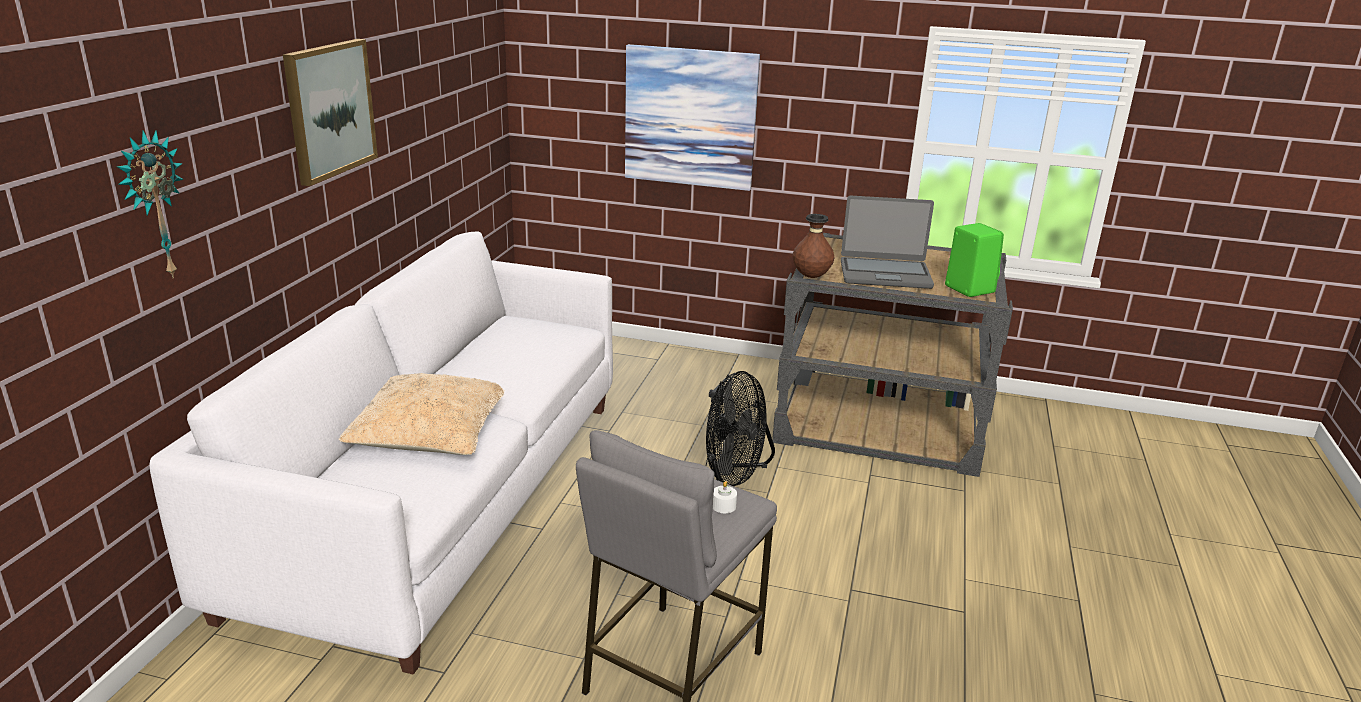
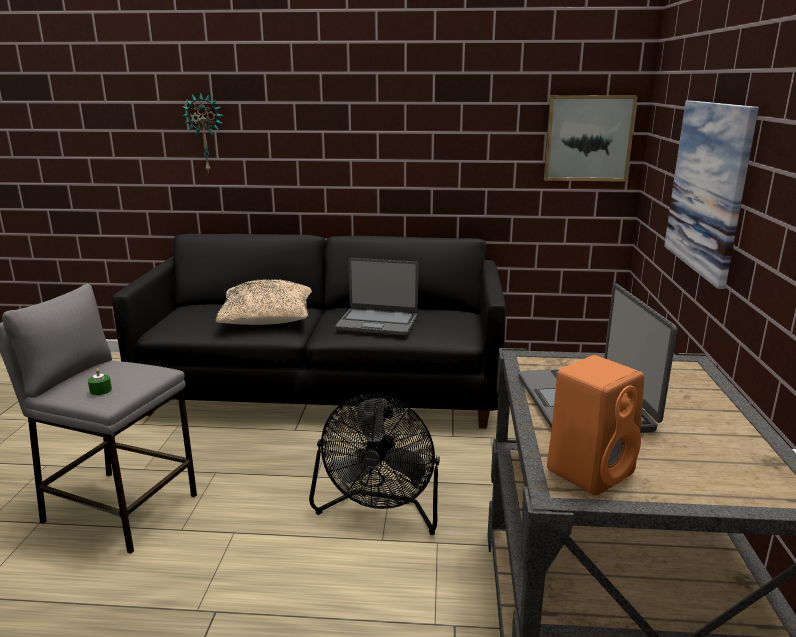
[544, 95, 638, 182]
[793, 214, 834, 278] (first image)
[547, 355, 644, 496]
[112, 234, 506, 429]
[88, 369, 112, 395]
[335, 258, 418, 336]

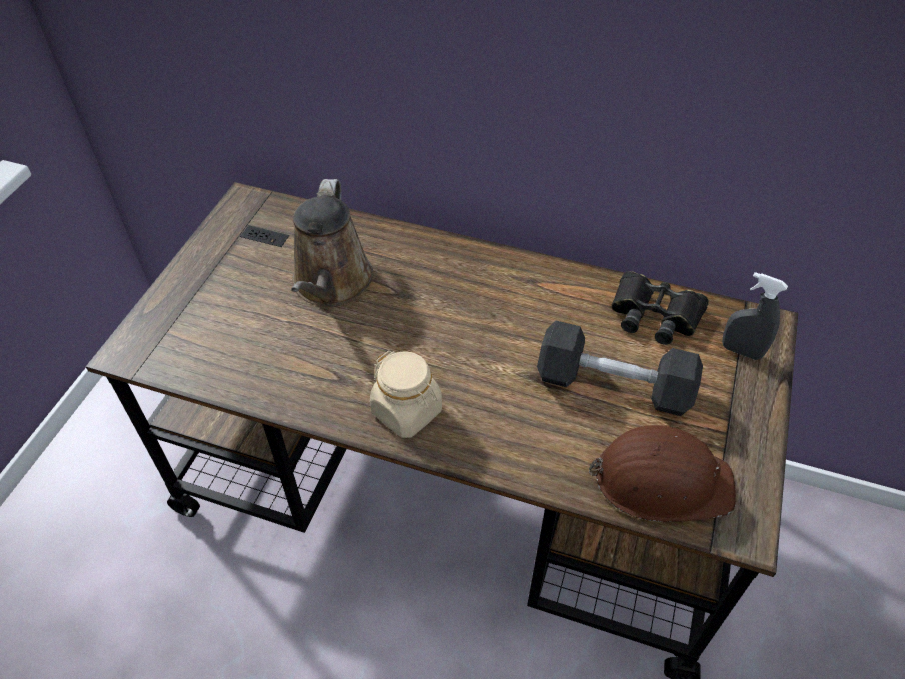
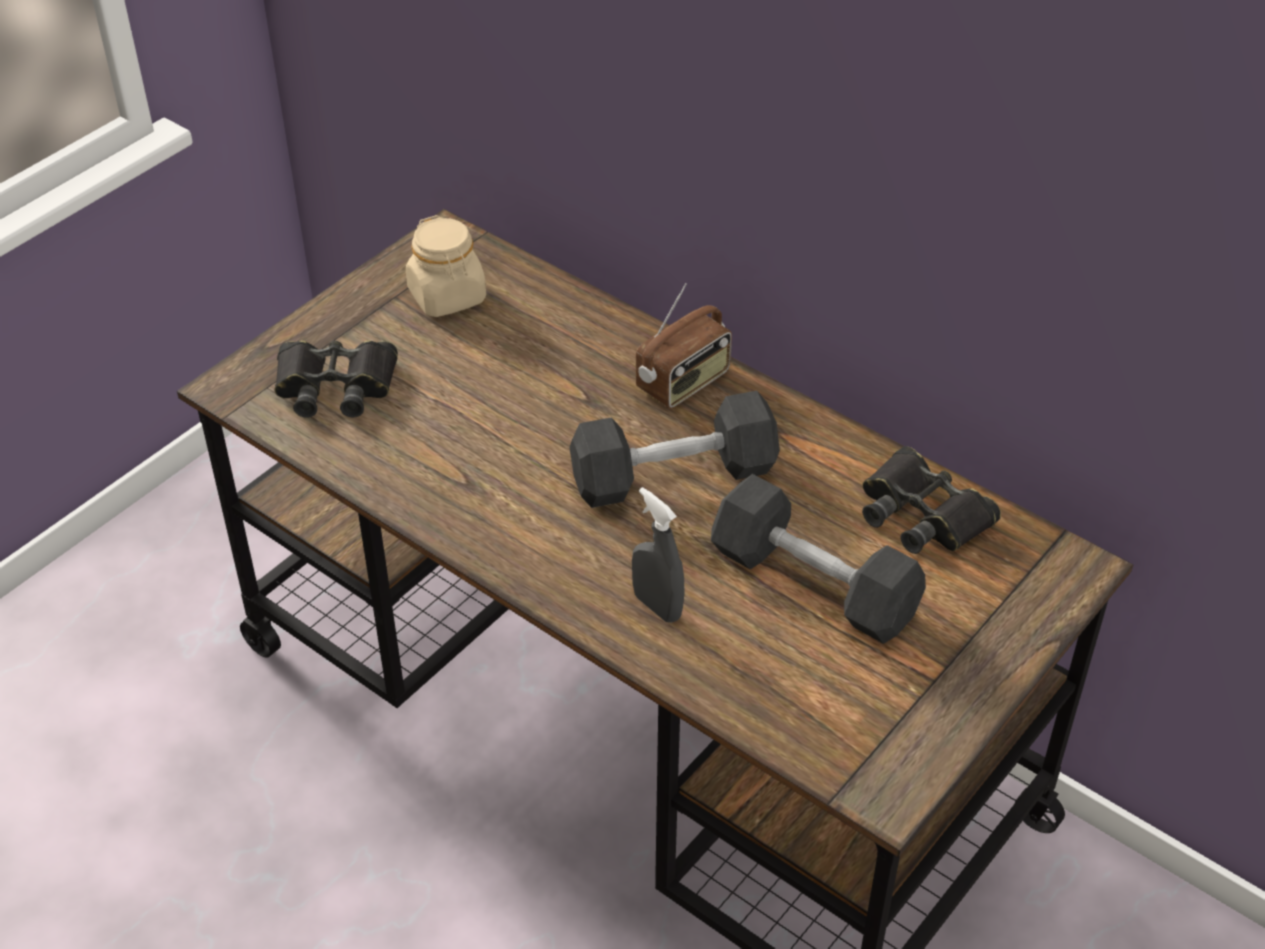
[291, 179, 373, 306] (first image)
[632, 487, 684, 623]
[406, 215, 486, 317]
[588, 425, 736, 522] (first image)
[636, 283, 732, 408]
[275, 340, 398, 418]
[570, 391, 780, 508]

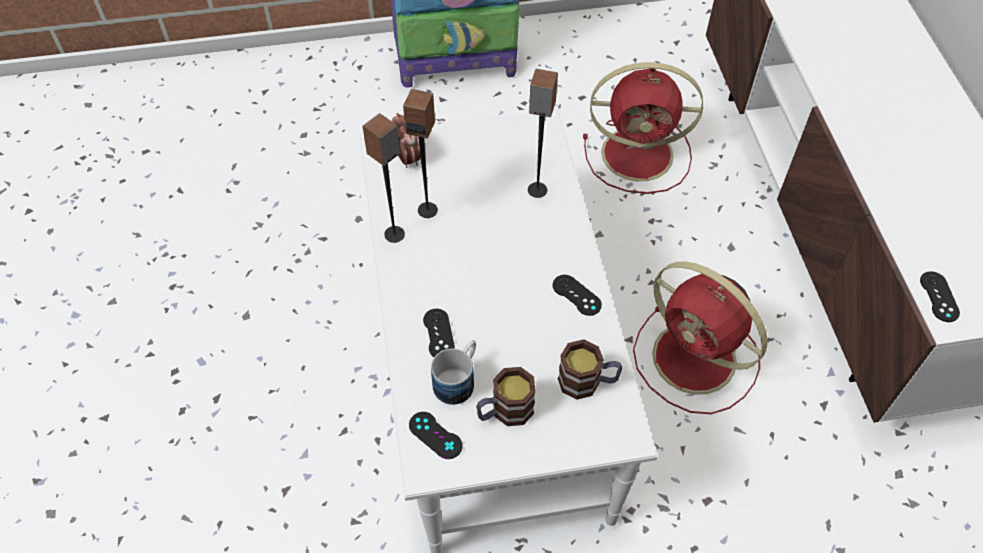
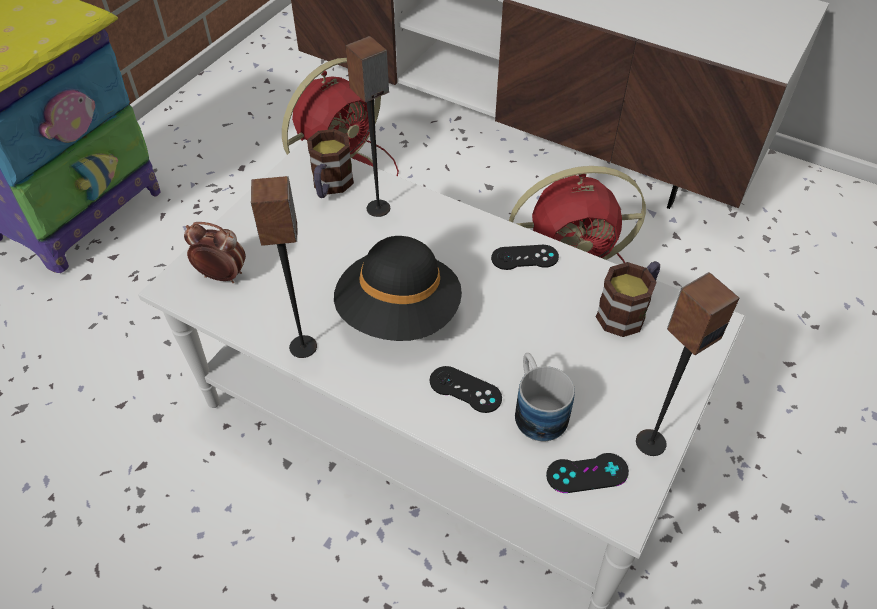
[636, 272, 739, 456]
[920, 271, 960, 322] (first image)
[307, 129, 354, 198]
[334, 236, 462, 341]

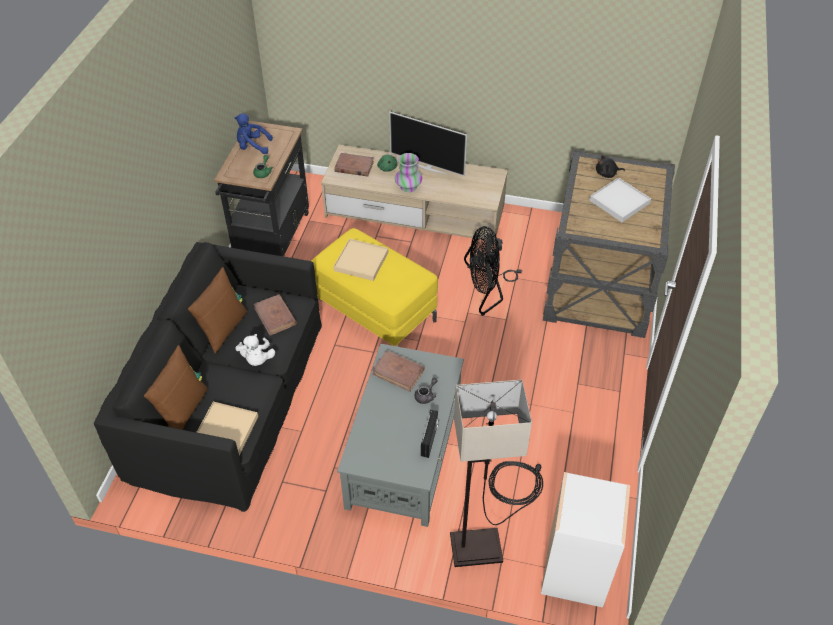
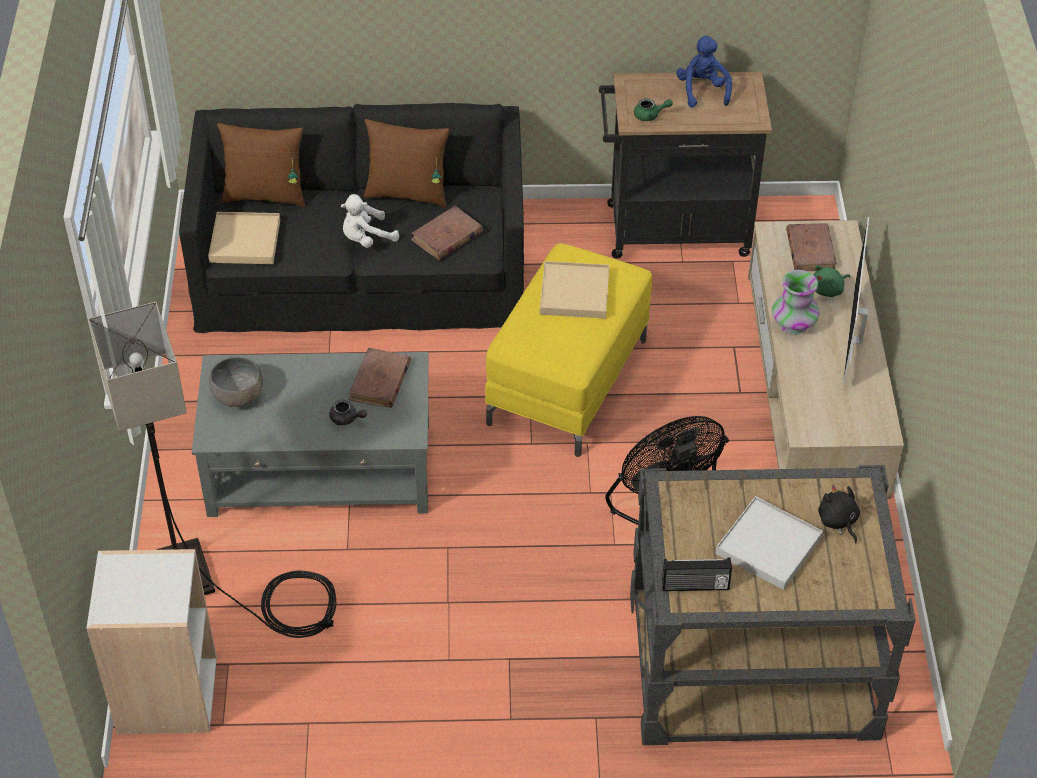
[662, 558, 732, 591]
[209, 356, 263, 407]

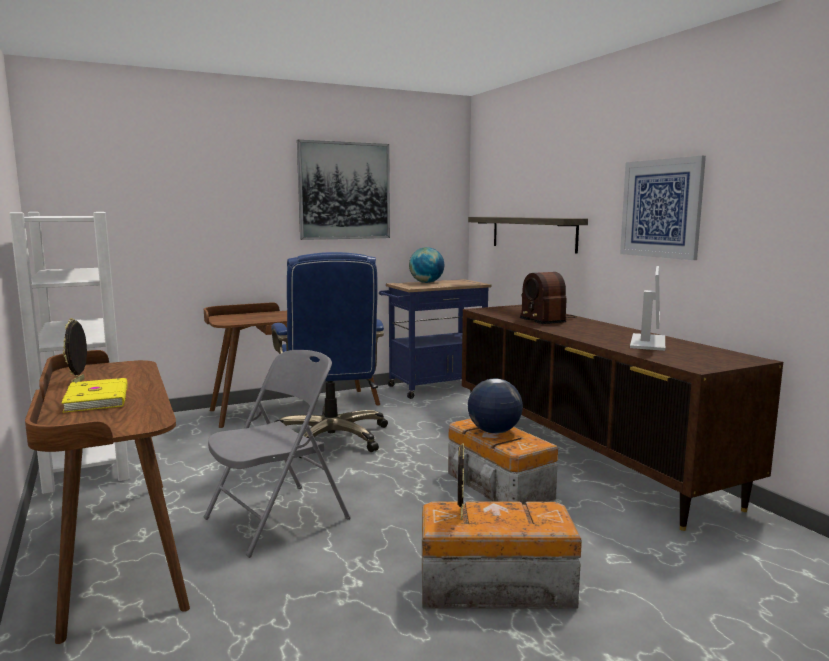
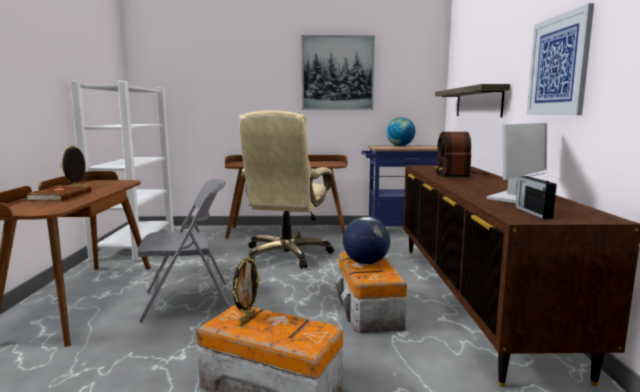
[239, 110, 334, 269]
[25, 185, 92, 201]
[516, 173, 557, 219]

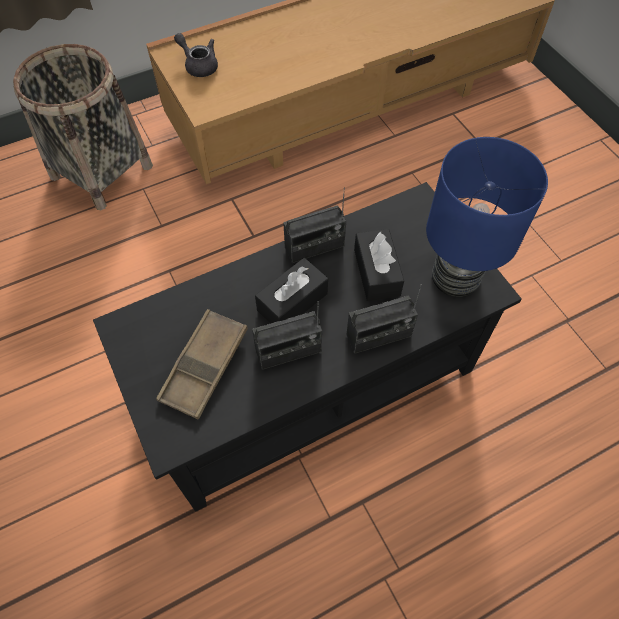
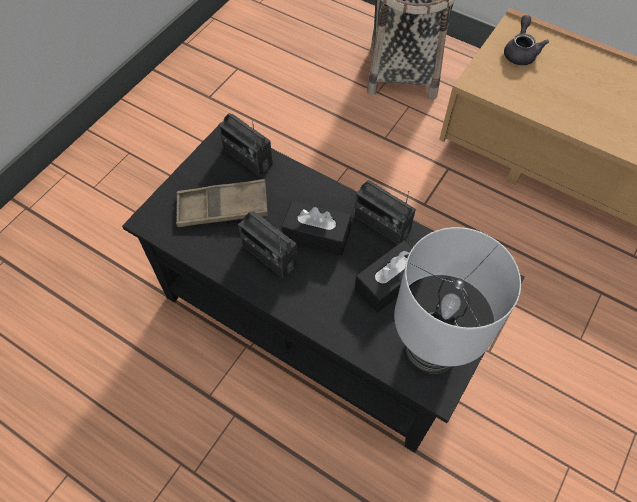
[394, 227, 521, 374]
[218, 113, 273, 176]

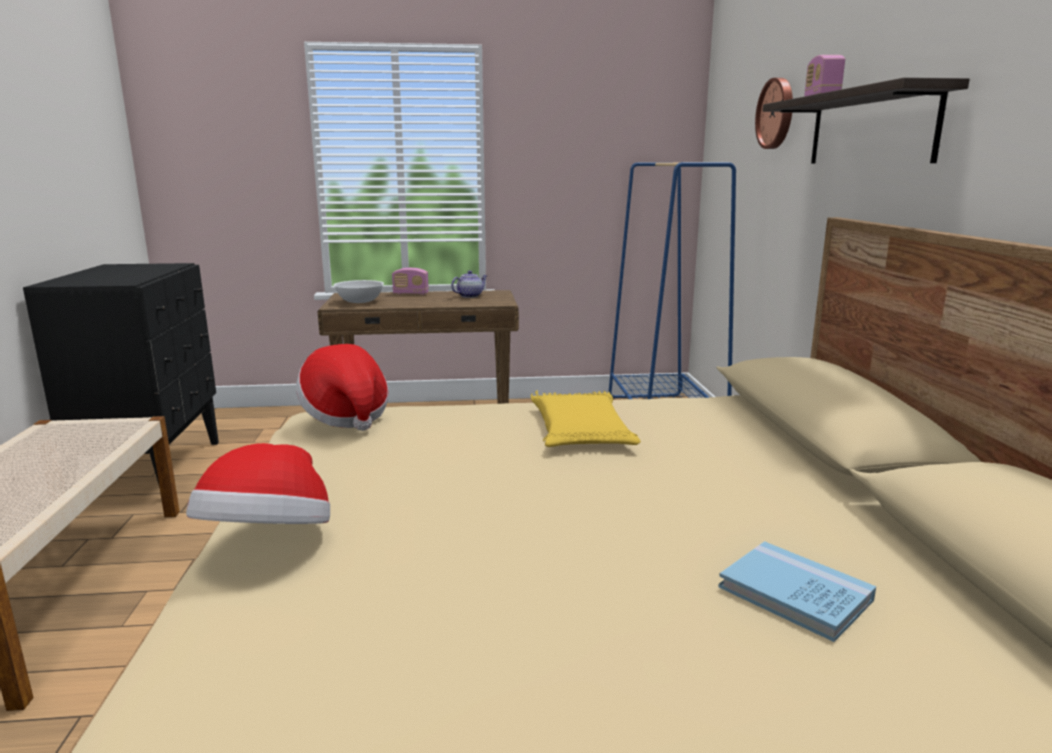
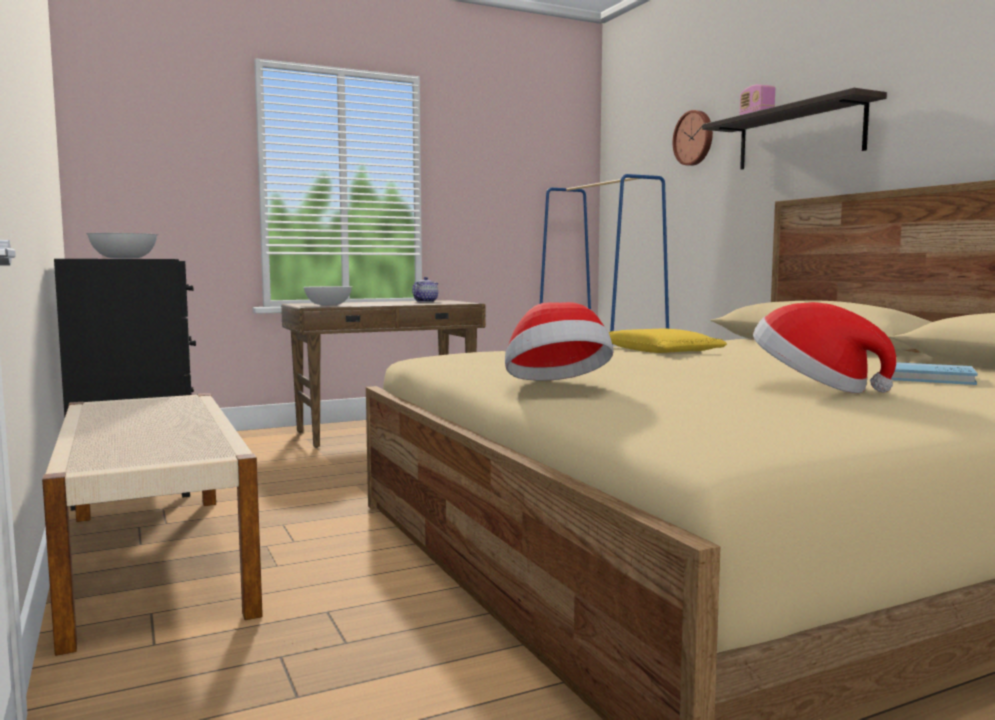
[392, 268, 429, 295] (first image)
[753, 302, 896, 393]
[86, 233, 158, 259]

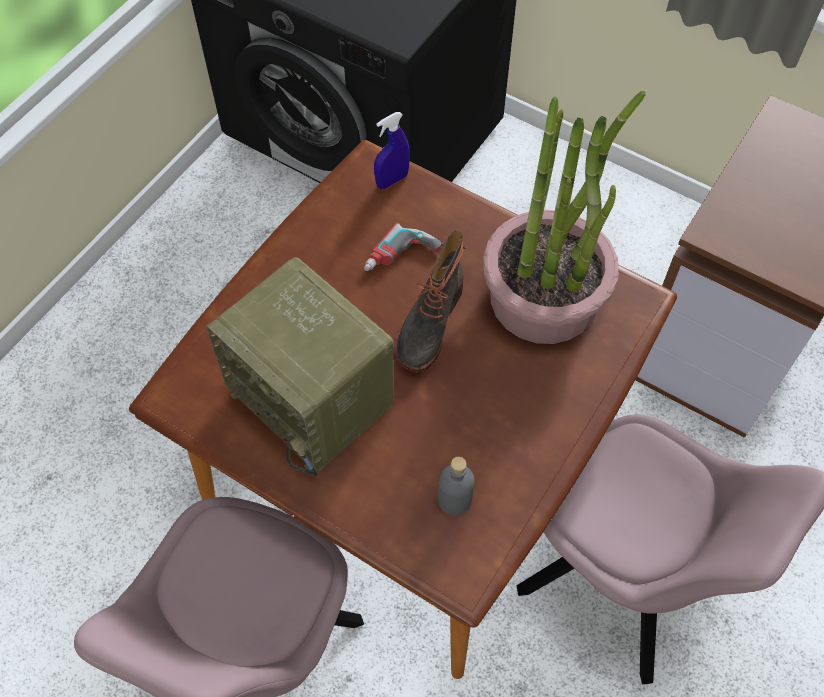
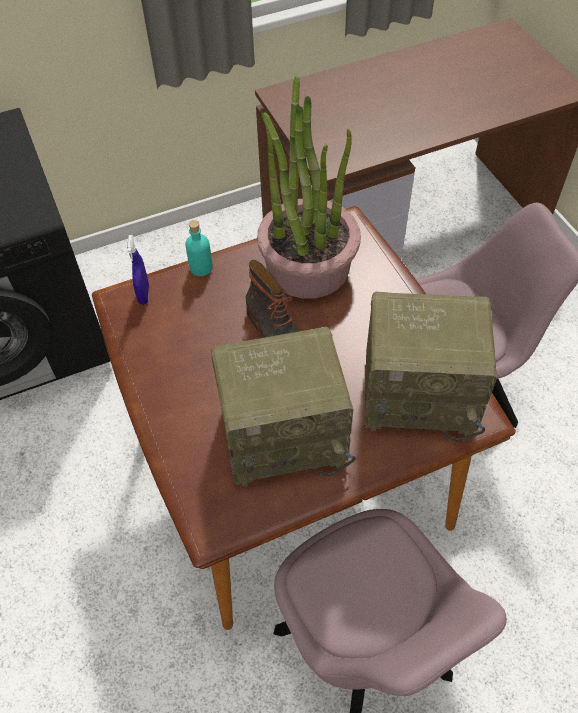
[364, 223, 466, 271] (first image)
[365, 292, 497, 441]
[185, 220, 213, 276]

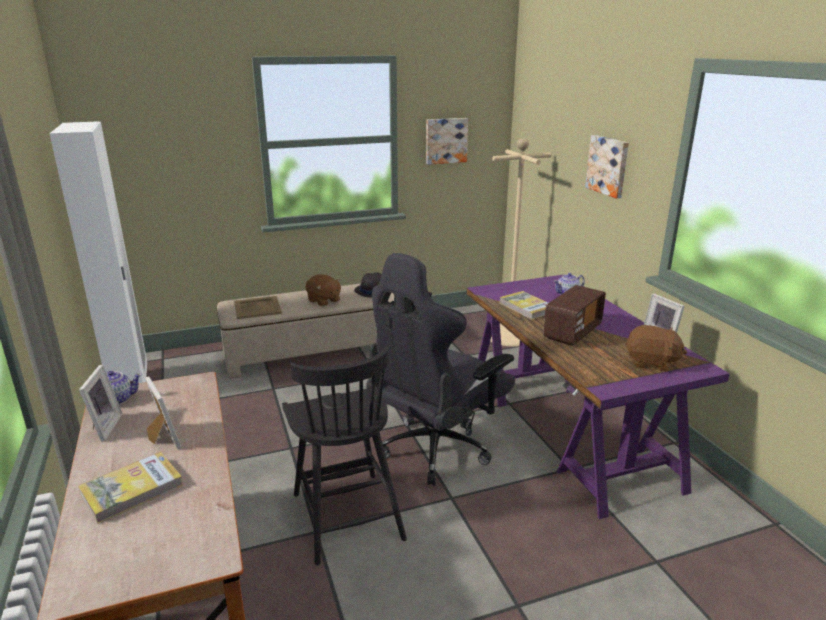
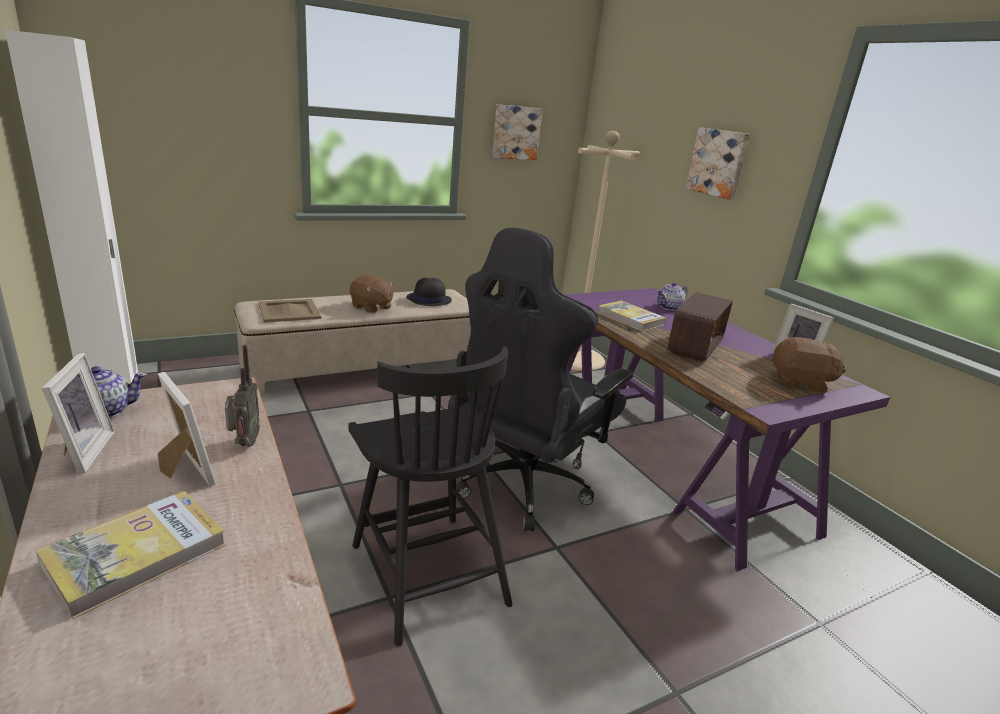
[225, 345, 260, 447]

